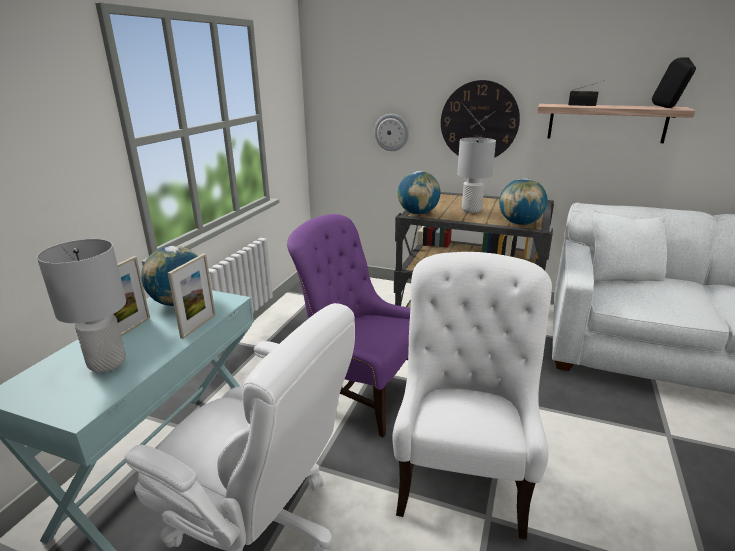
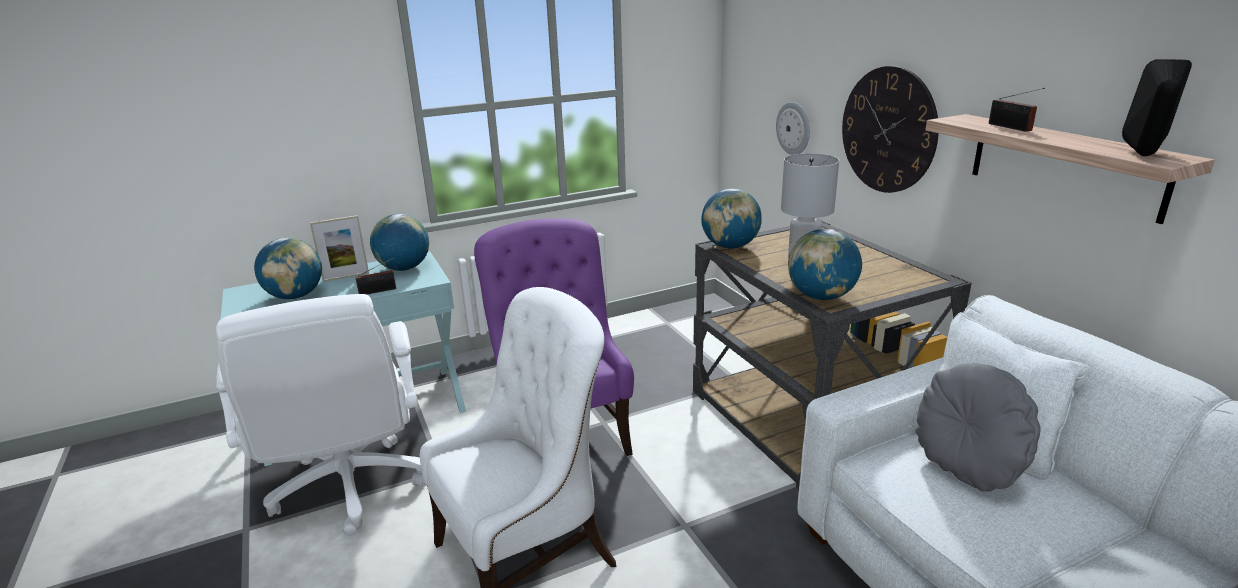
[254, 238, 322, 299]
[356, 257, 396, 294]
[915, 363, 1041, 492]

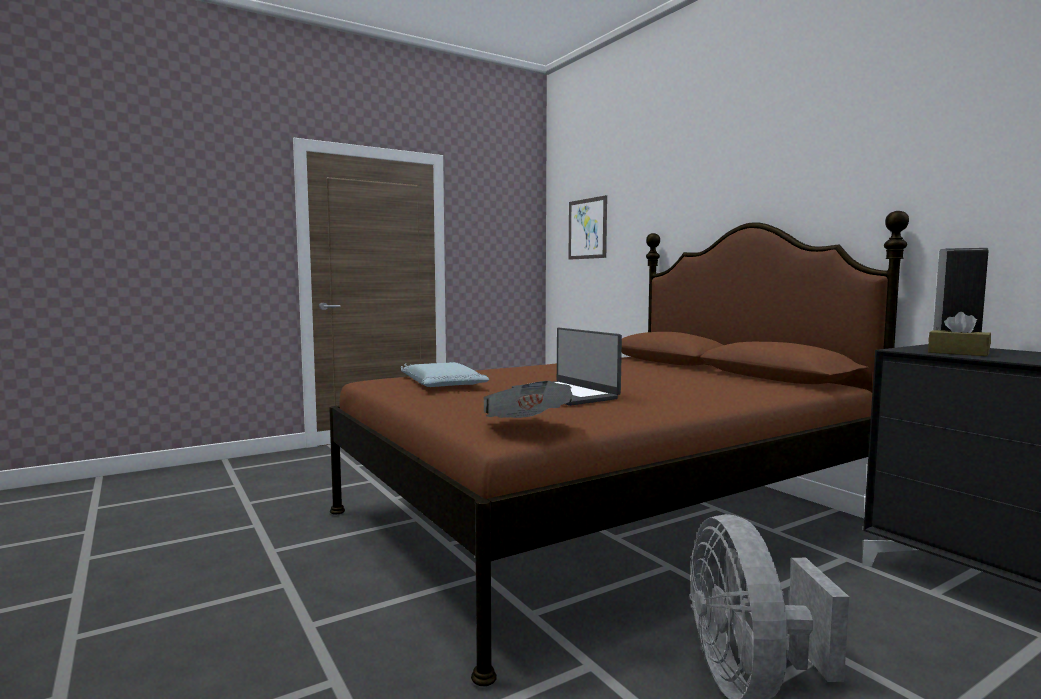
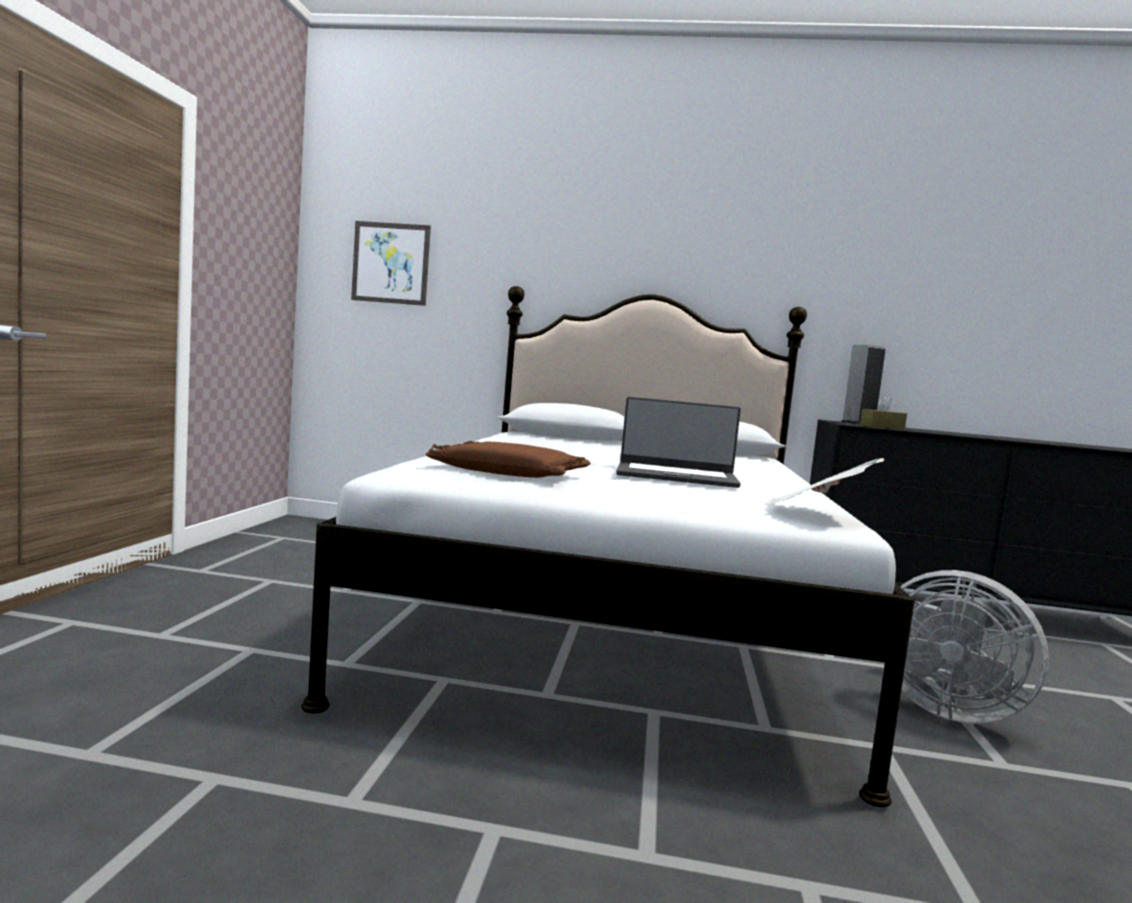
[301, 286, 915, 807]
[425, 441, 591, 478]

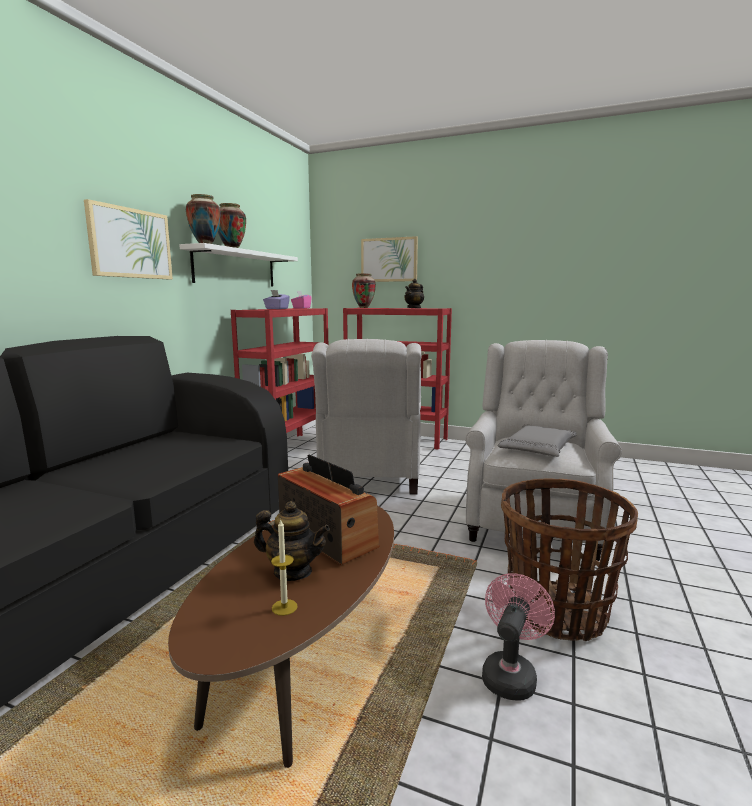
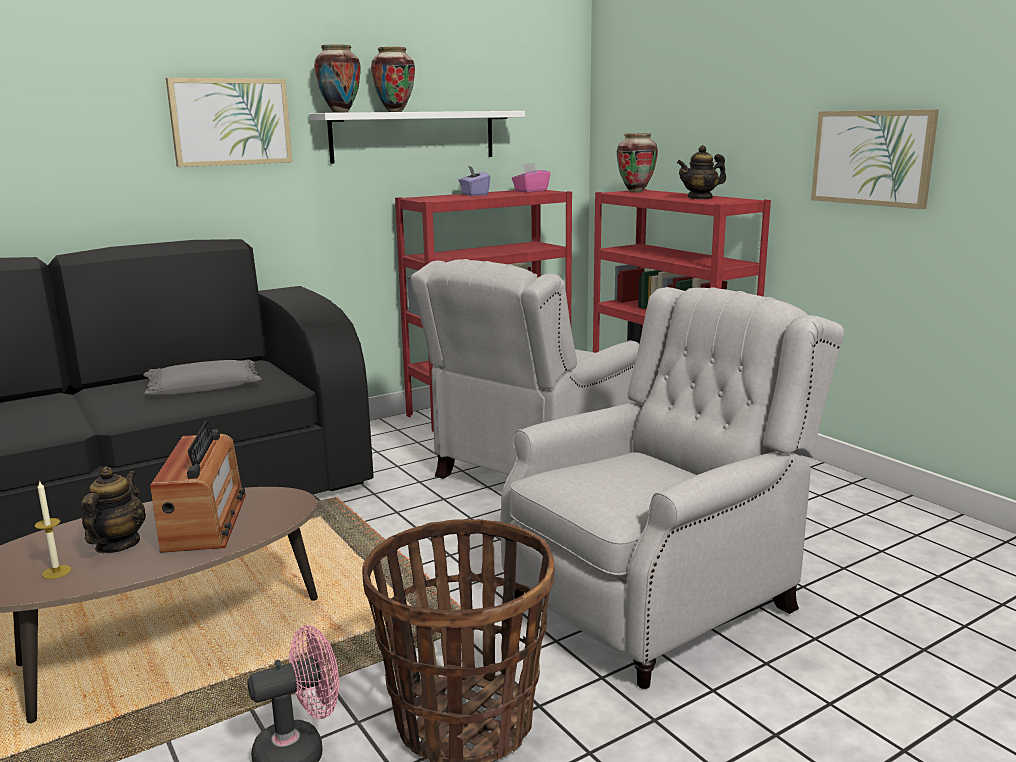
[811, 109, 939, 209]
[143, 360, 262, 395]
[81, 466, 146, 553]

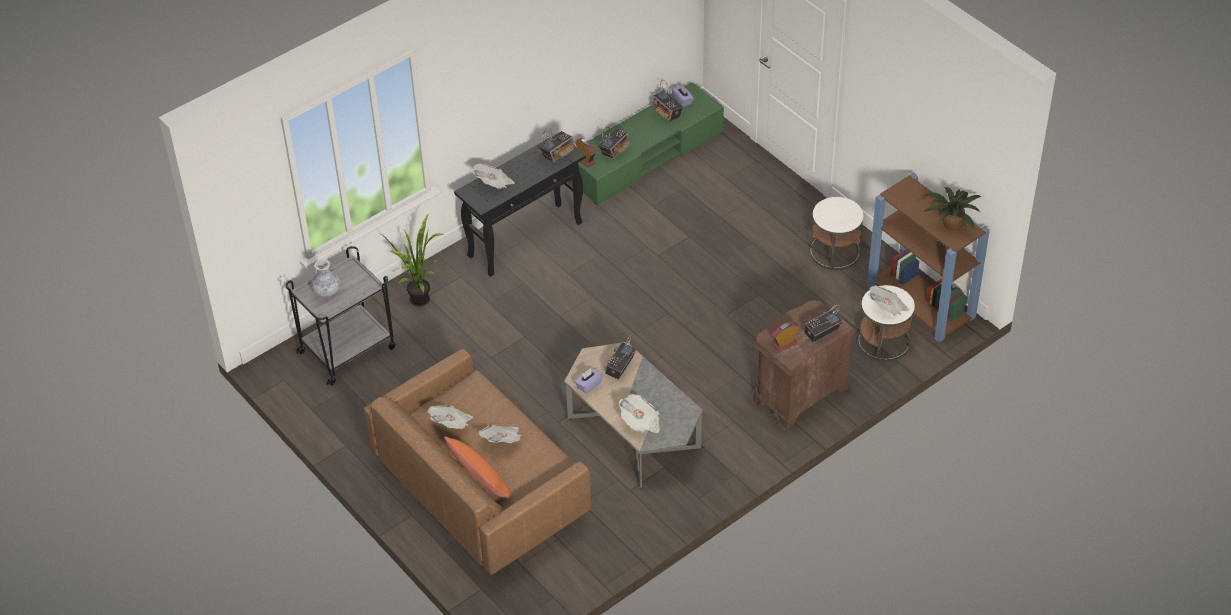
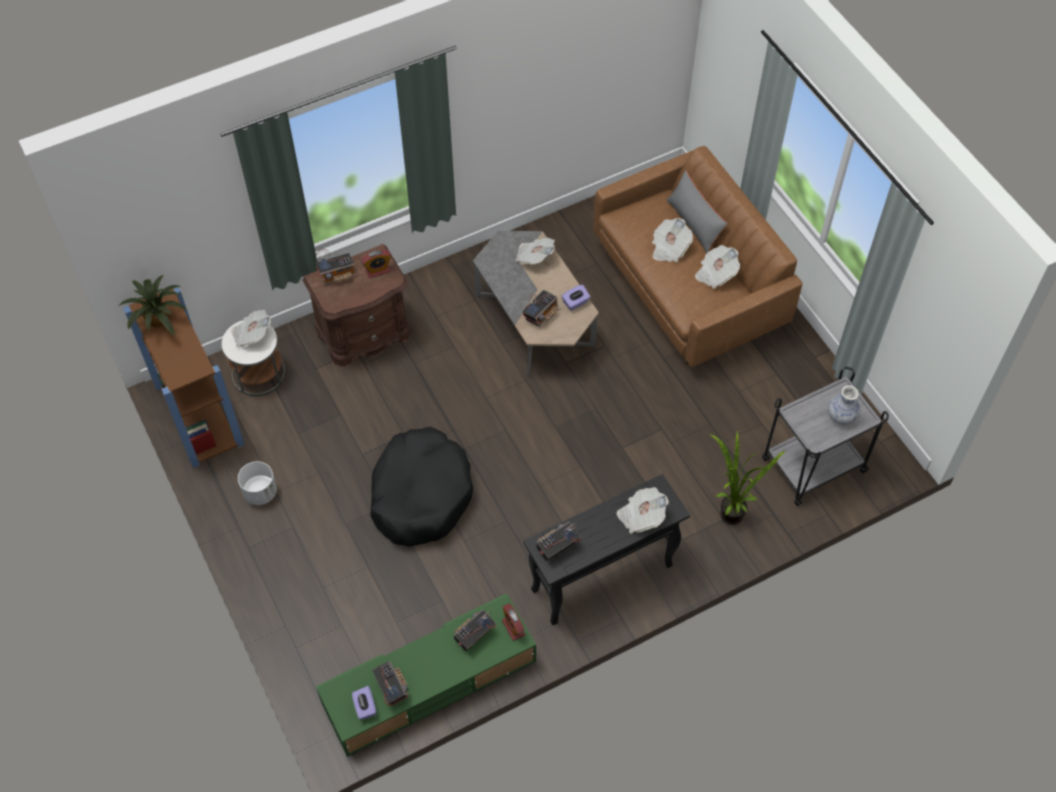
[238, 462, 277, 505]
[666, 170, 727, 253]
[370, 427, 473, 546]

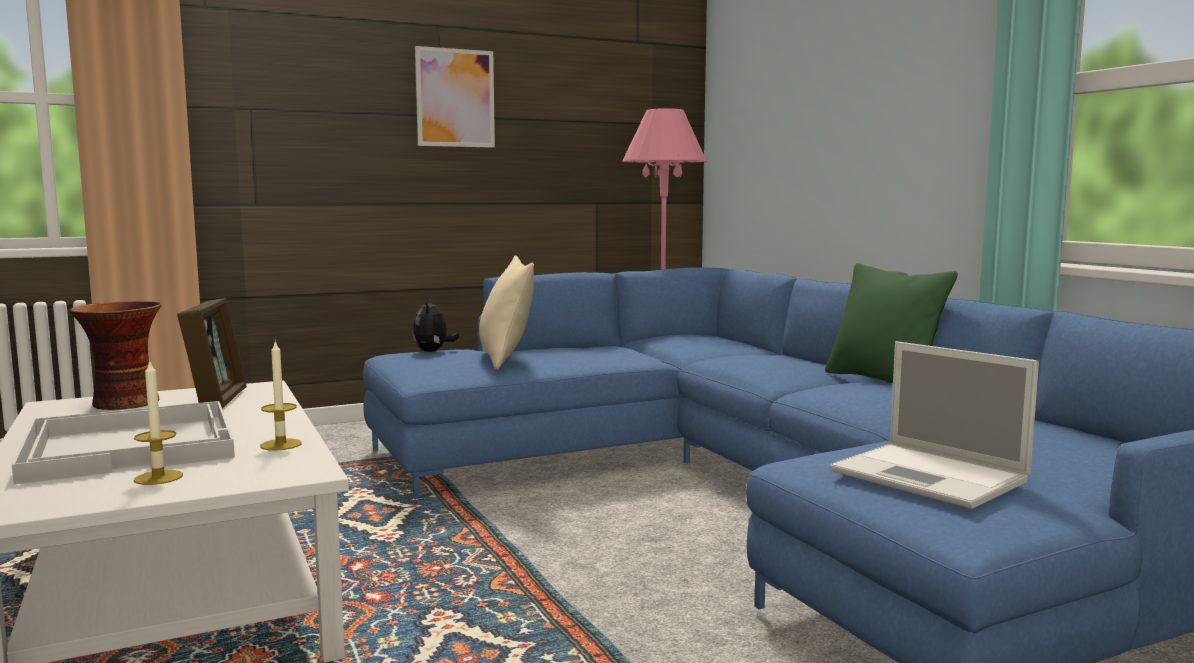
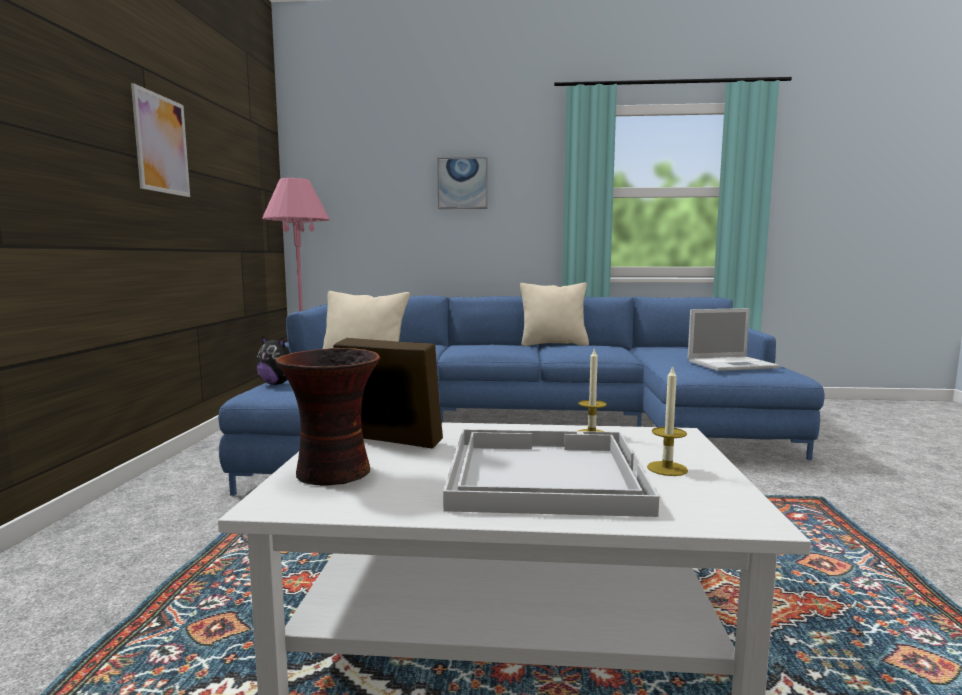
[520, 282, 589, 346]
[437, 157, 487, 209]

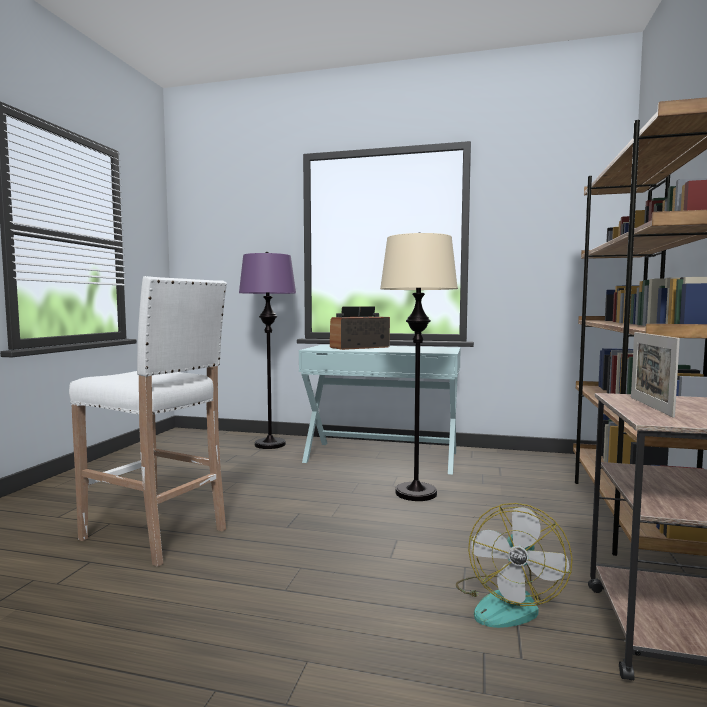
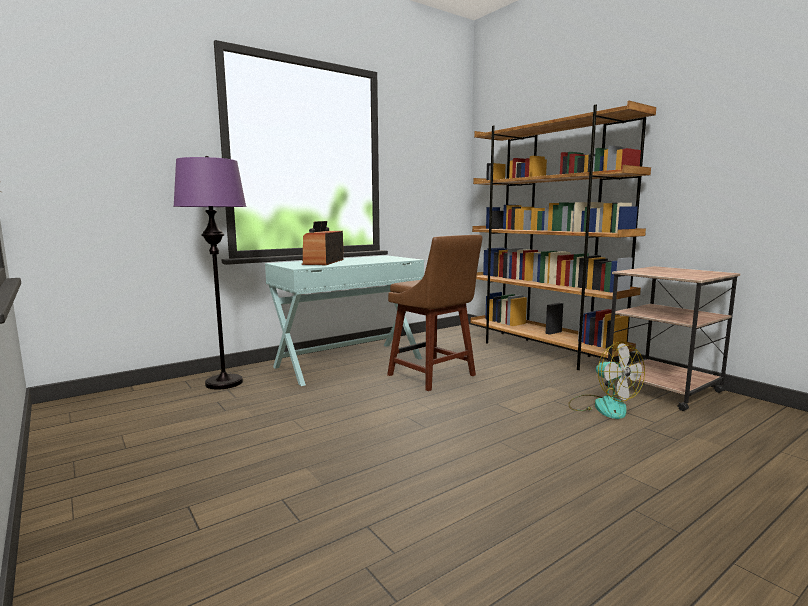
[387, 235, 482, 391]
[69, 276, 227, 567] (first image)
[631, 332, 680, 418] (first image)

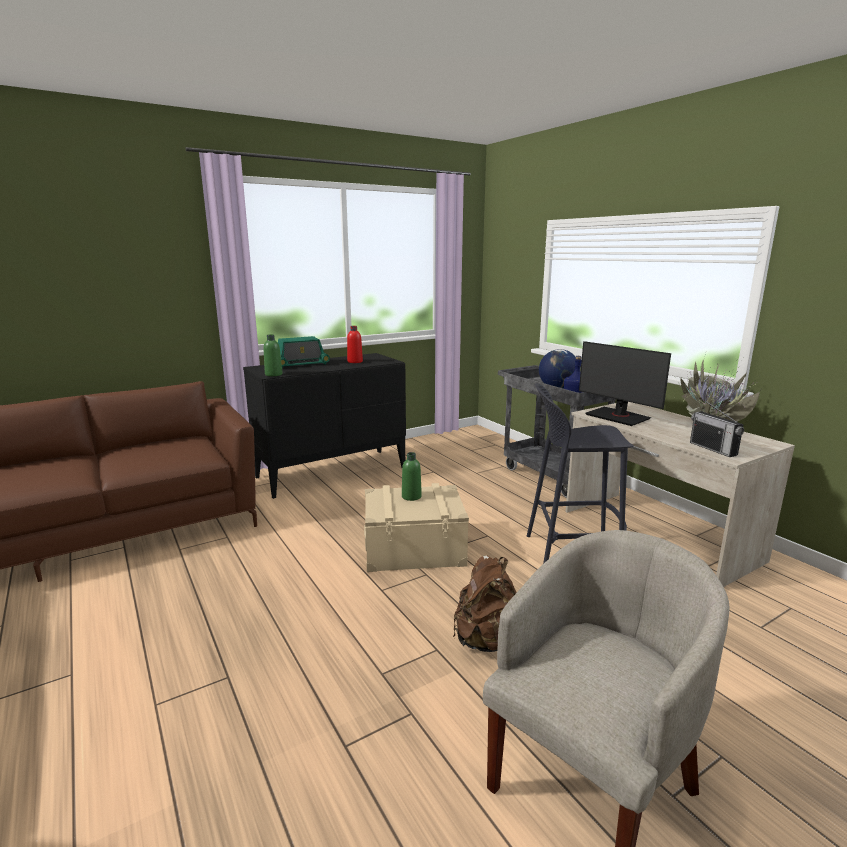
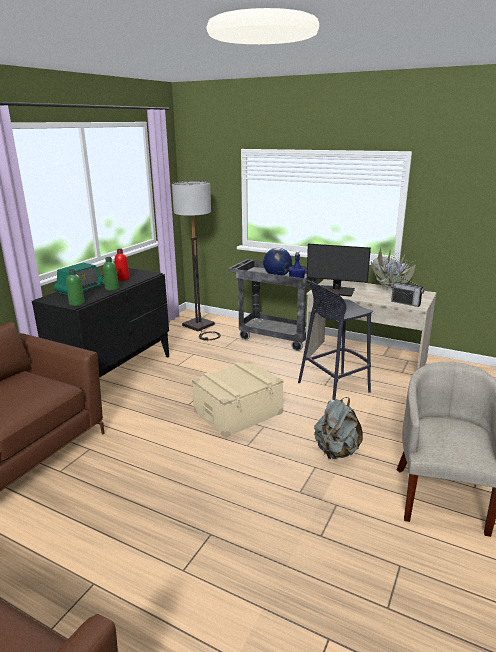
[103, 257, 119, 291]
[314, 397, 363, 459]
[172, 181, 221, 341]

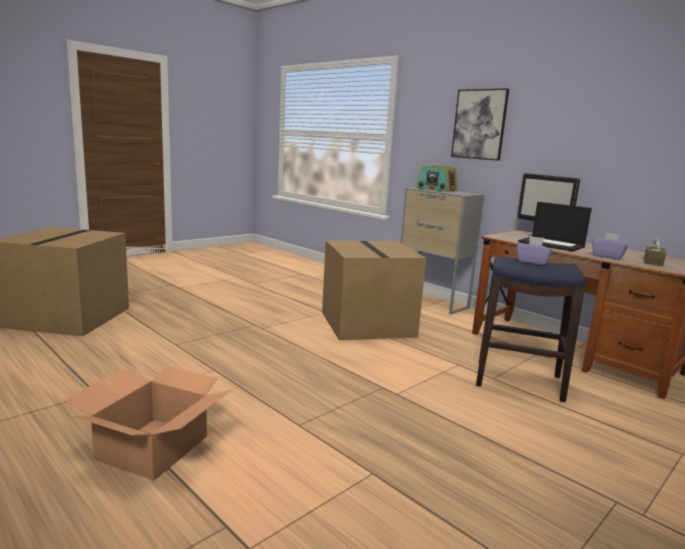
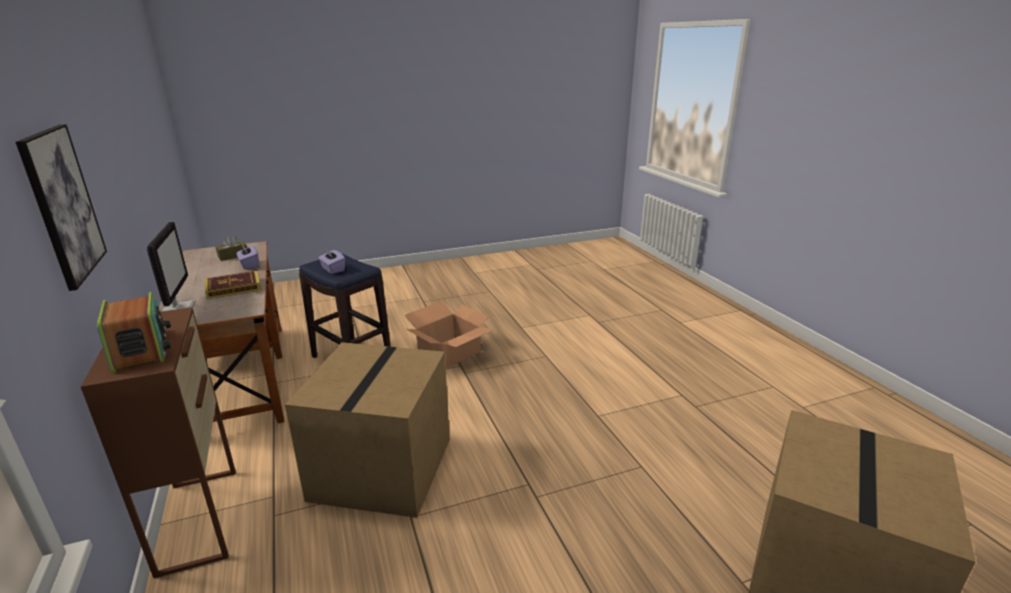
[81, 307, 236, 579]
[205, 271, 261, 299]
[404, 301, 493, 368]

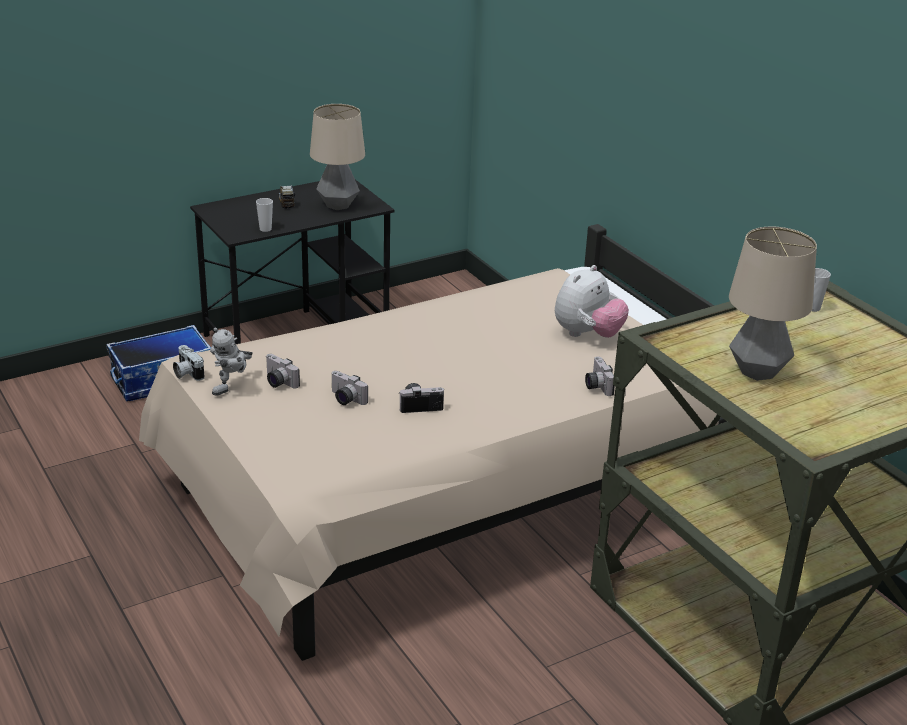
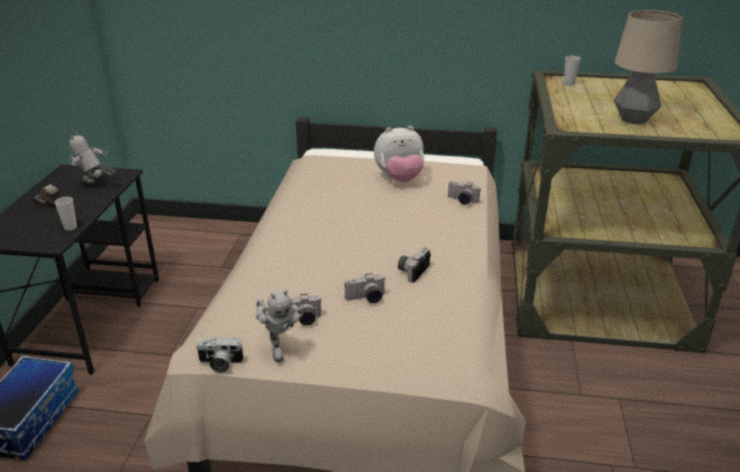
[69, 132, 116, 185]
[374, 126, 424, 182]

